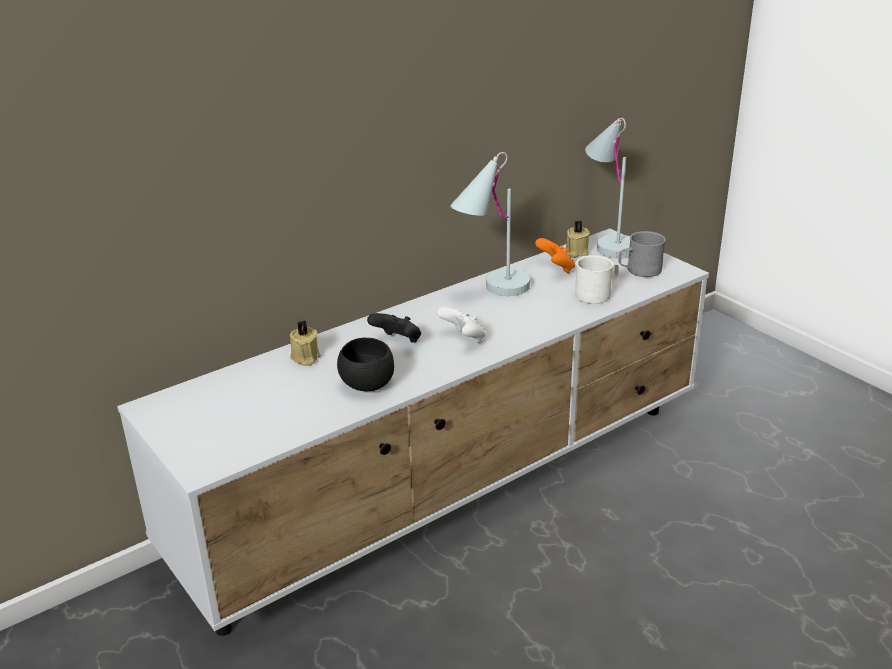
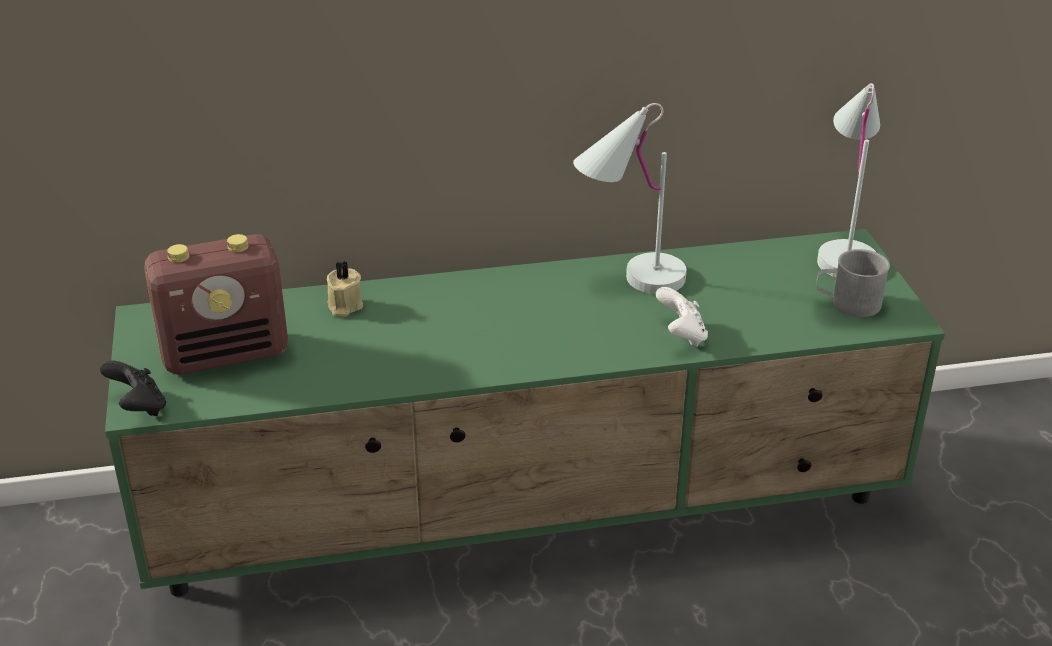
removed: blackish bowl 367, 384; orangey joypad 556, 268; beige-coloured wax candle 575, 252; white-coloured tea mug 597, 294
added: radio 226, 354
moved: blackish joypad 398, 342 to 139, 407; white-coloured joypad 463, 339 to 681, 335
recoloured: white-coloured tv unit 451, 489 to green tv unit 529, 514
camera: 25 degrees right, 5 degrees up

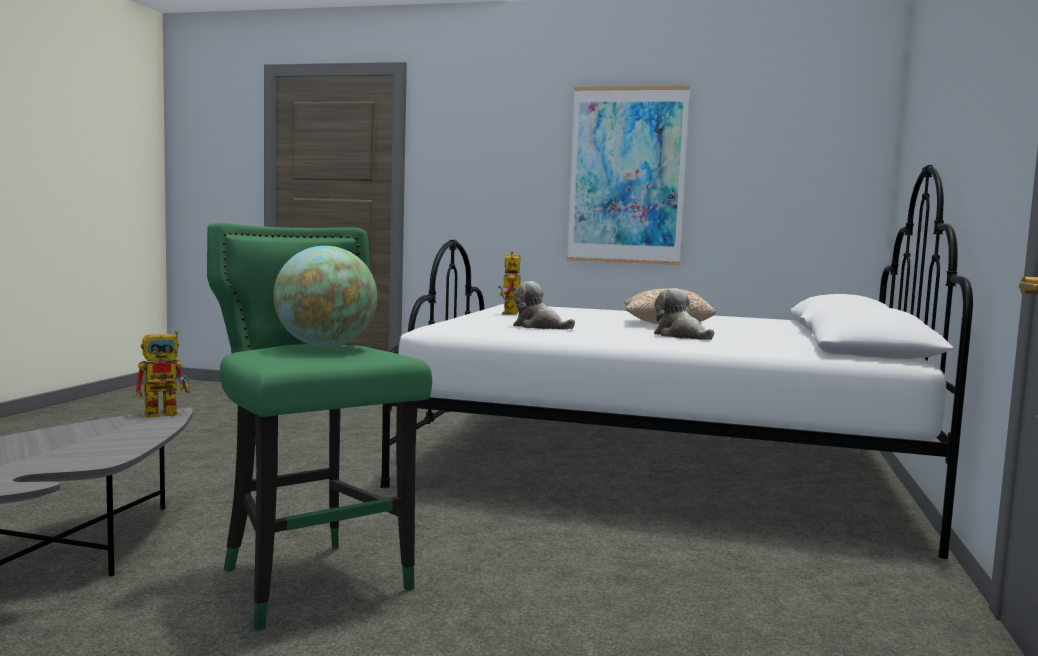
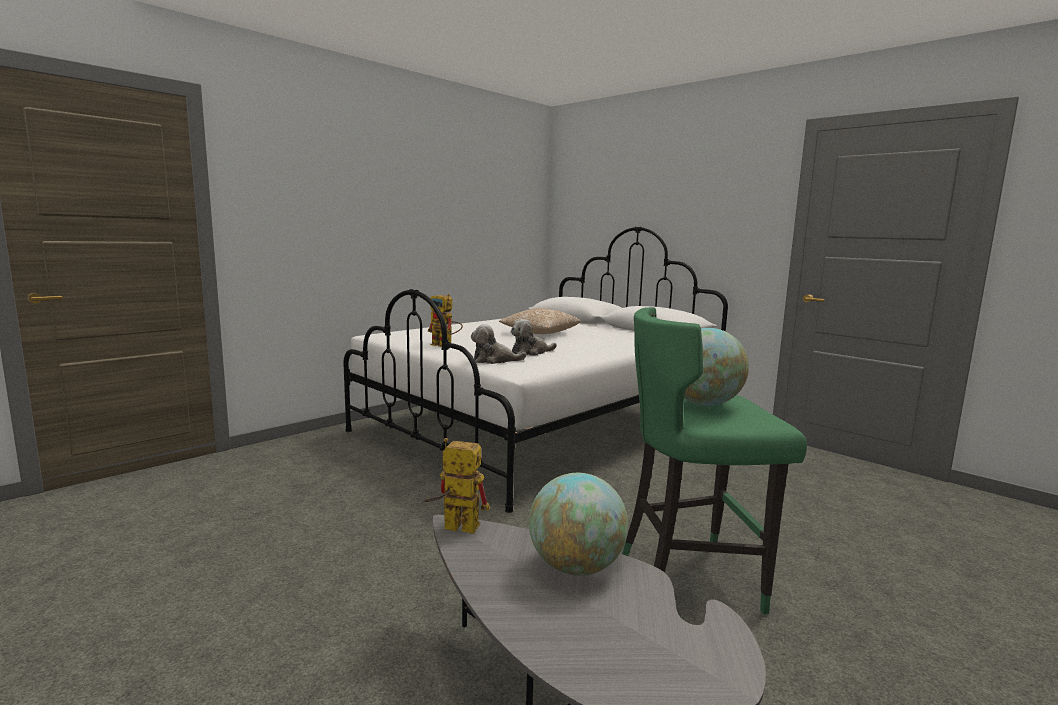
removed: picture 627, 175
added: desk globe 576, 567
moved: plush toy 681, 336 to 494, 360
turned: robot figure 168, 413 = 453, 527 75 degrees counterclockwise
camera: 60 degrees left, 5 degrees up

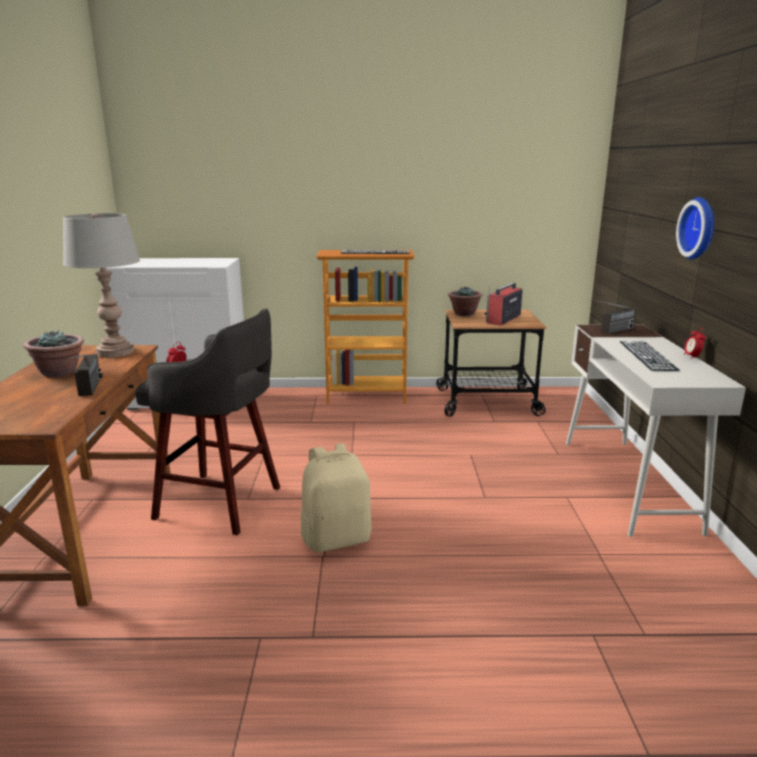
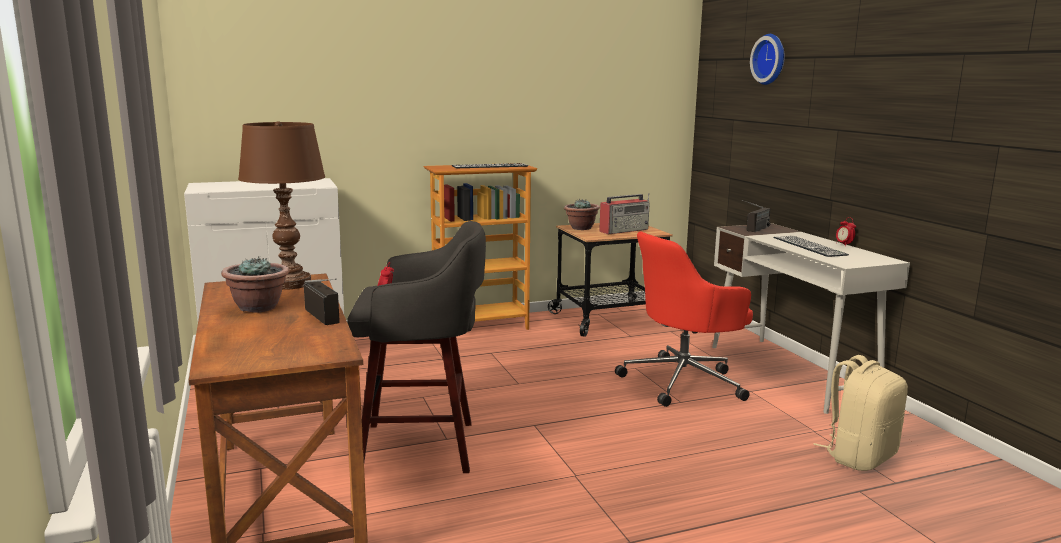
added: red computer chair 684, 381
moved: beige-coloured knapsack 336, 538 to 859, 457; clock on the wall 700, 228 to 771, 59
recoloured: grey table lamp 115, 352 to brownish table lamp 290, 284
turned: radio 503, 319 = 624, 230 135 degrees counterclockwise
camera: 20 degrees left, 5 degrees down

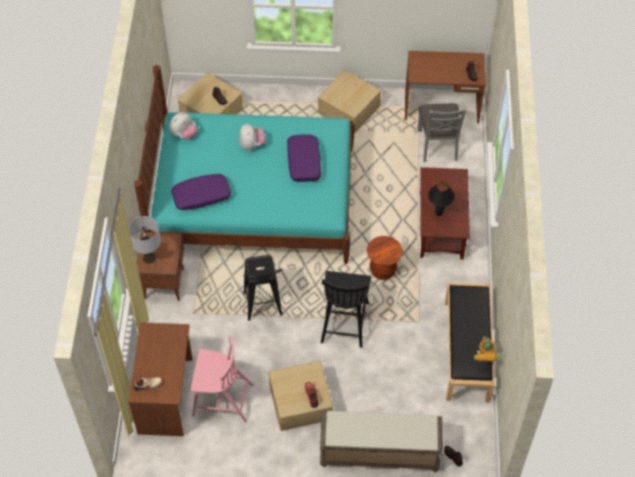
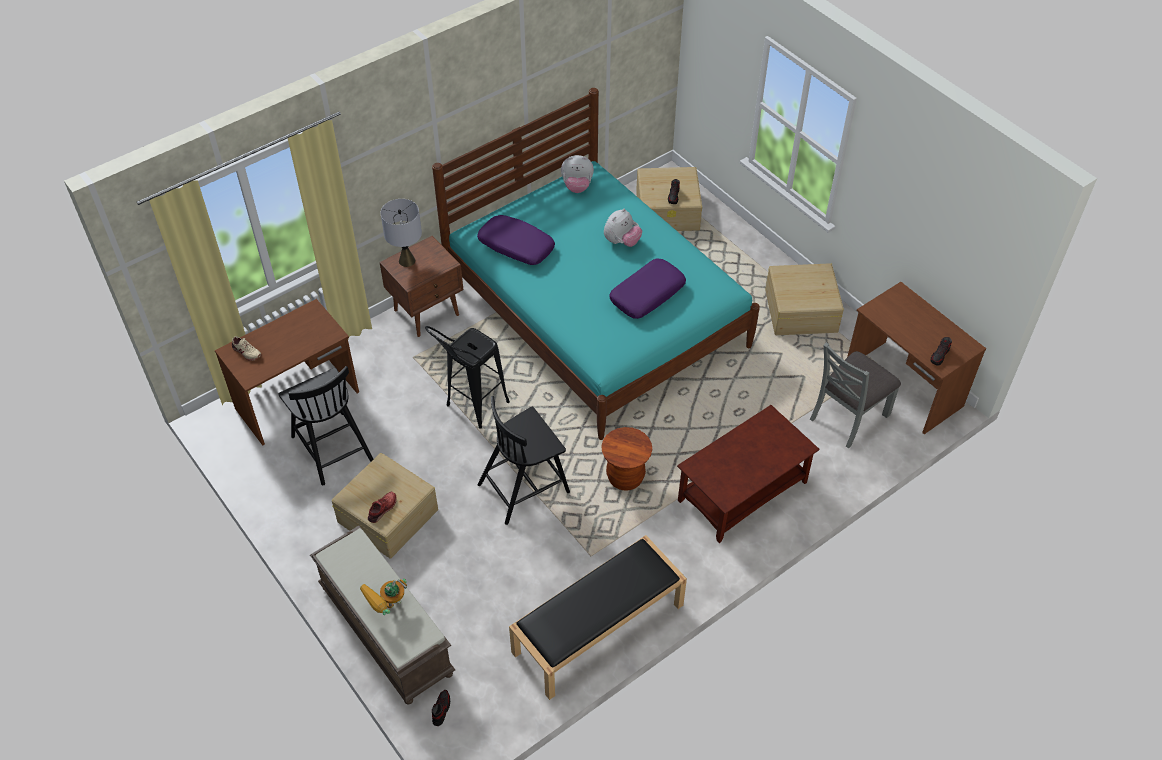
removed: blackish table lamp 438, 213
moved: robot figure 484, 360 to 388, 609
recoloured: pinkish plain chair 221, 399 to blackish plain chair 331, 447
camera: 50 degrees right, 5 degrees down

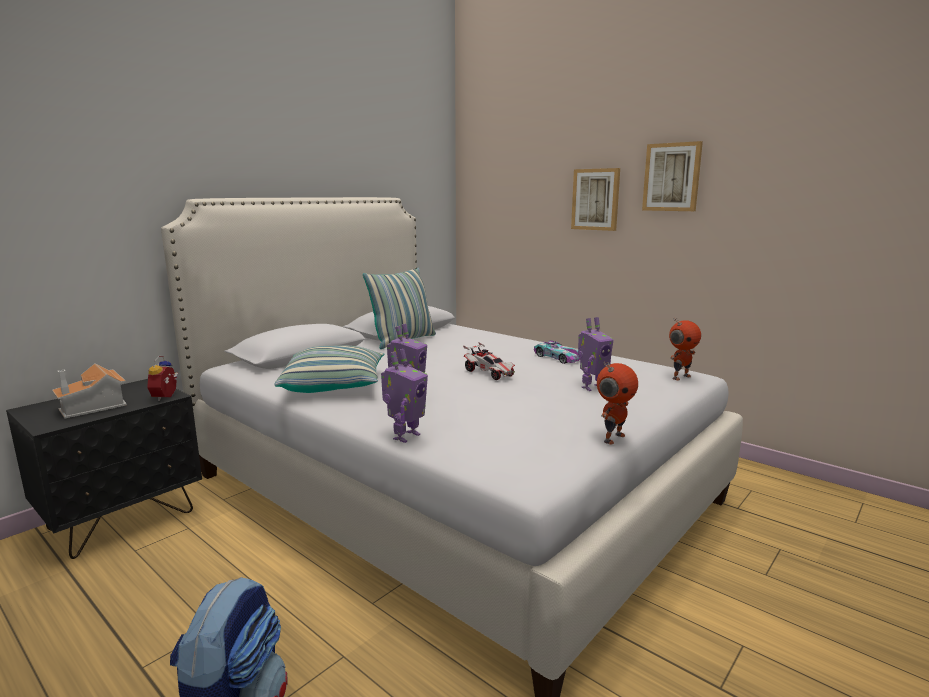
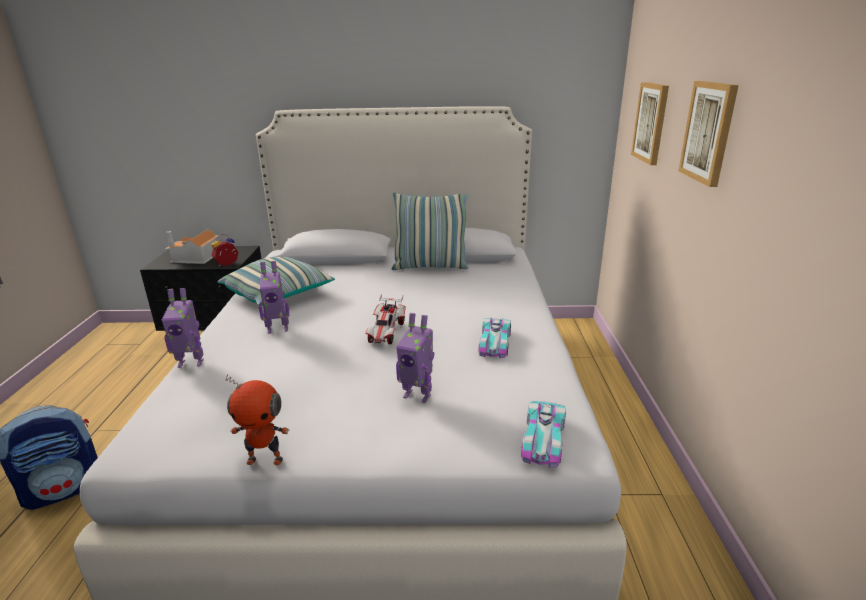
moved: picture 672, 177 to 651, 122
replaced: robot figure 680, 377 to miniature car 543, 439
camera: 50 degrees right, 10 degrees up

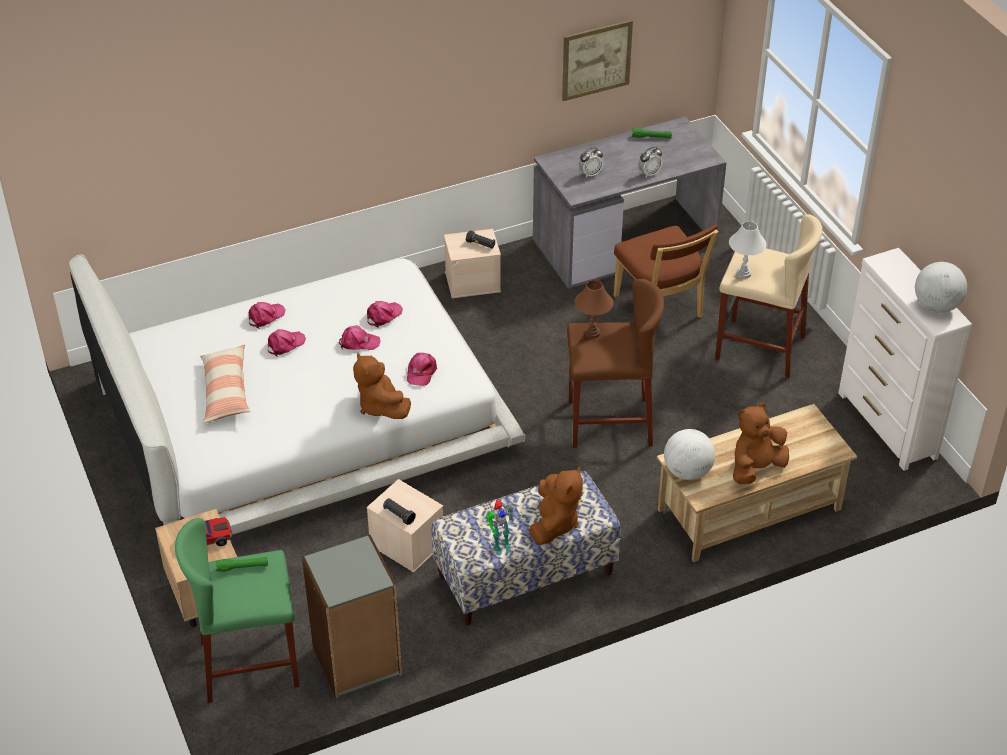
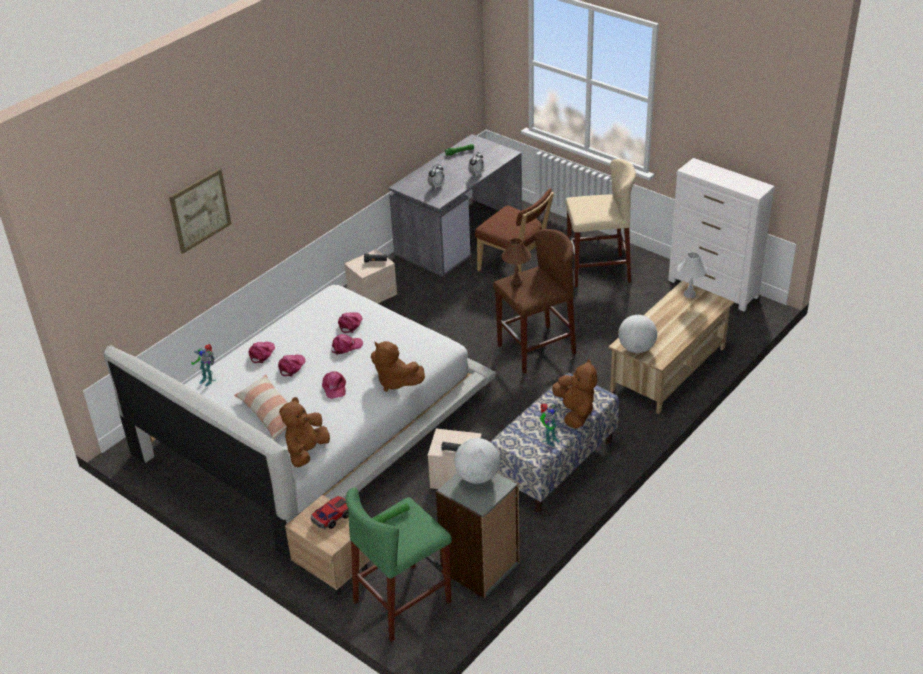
added: robot figure 207, 379
moved: pinkish peaked cap 421, 372 to 334, 387; picture 596, 60 to 200, 210; white-coloured table lamp 743, 274 to 689, 295; brownish plush toy 756, 468 to 306, 451; desk globe 936, 306 to 477, 477
camera: 25 degrees left, 5 degrees down

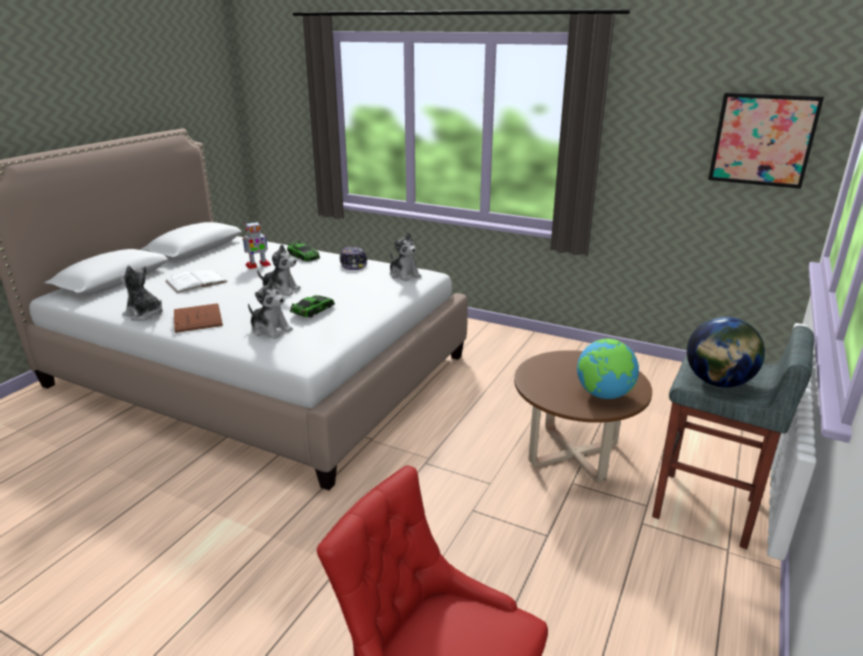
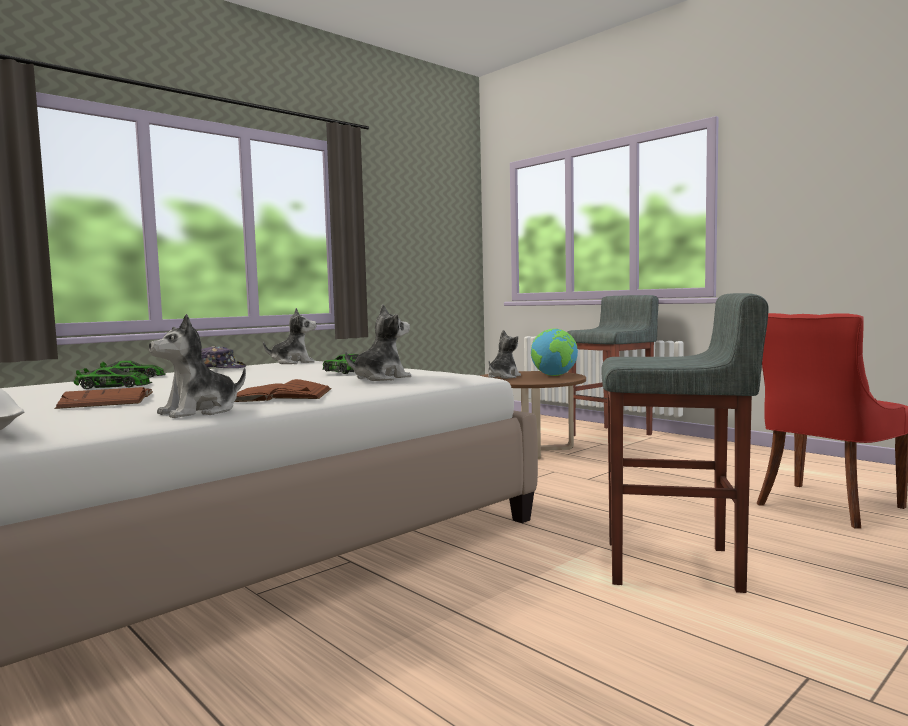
removed: desk globe 718, 382; picture 762, 140
added: grey stool seat 674, 566
moved: plush toy 280, 290 to 503, 377
replaced: robot figure 258, 265 to miniature car 114, 386
recoloured: white-coloured volume 196, 281 to brownish volume 107, 400
camera: 70 degrees left, 20 degrees down

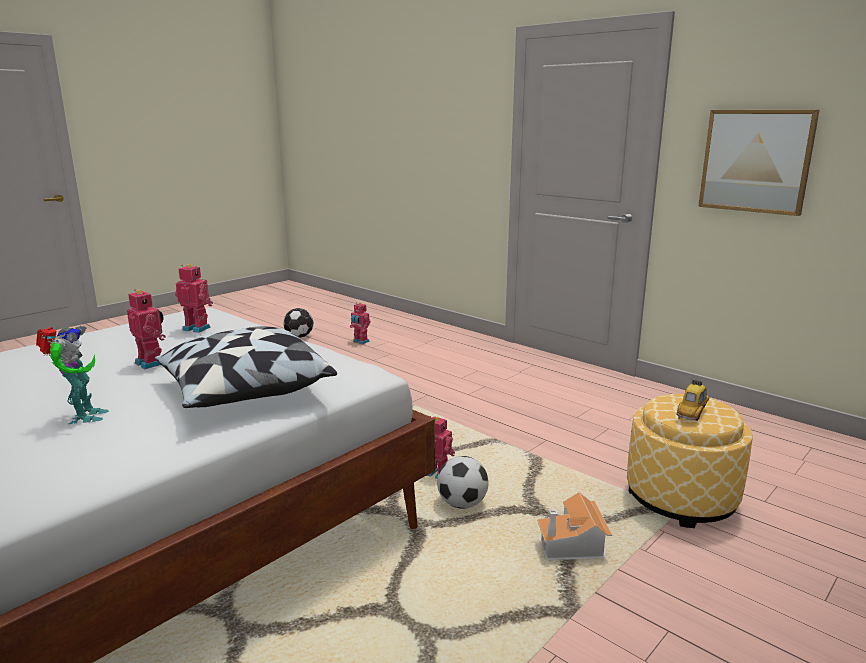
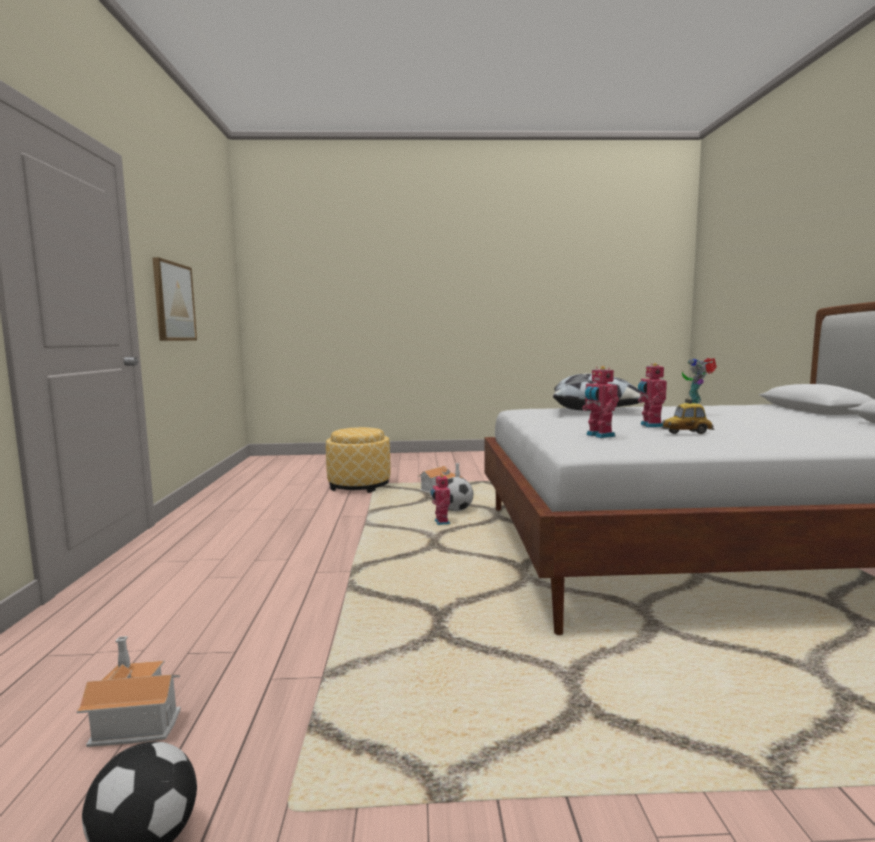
moved: miniature car 692, 413 to 686, 433
replaced: robot figure 360, 342 to toy house 134, 718
camera: 135 degrees left, 10 degrees down

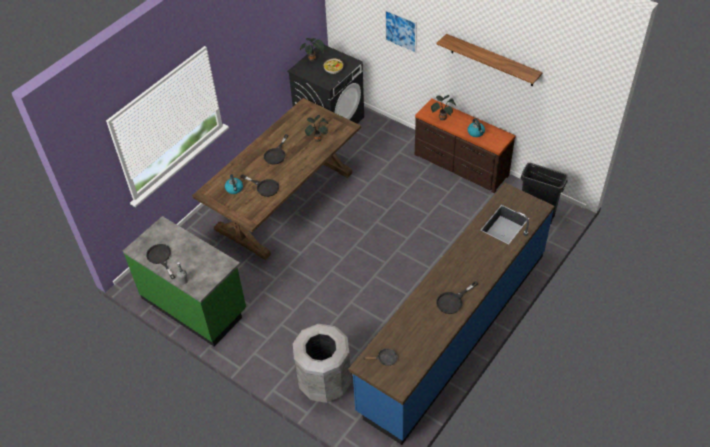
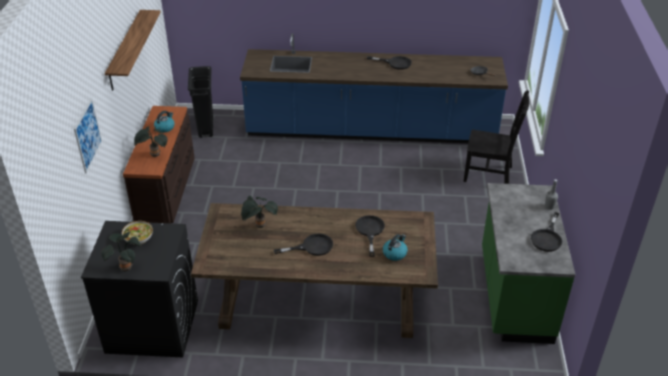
replaced: grey waste bin 324, 382 to blackish plain chair 489, 174
camera: 125 degrees left, 10 degrees down

